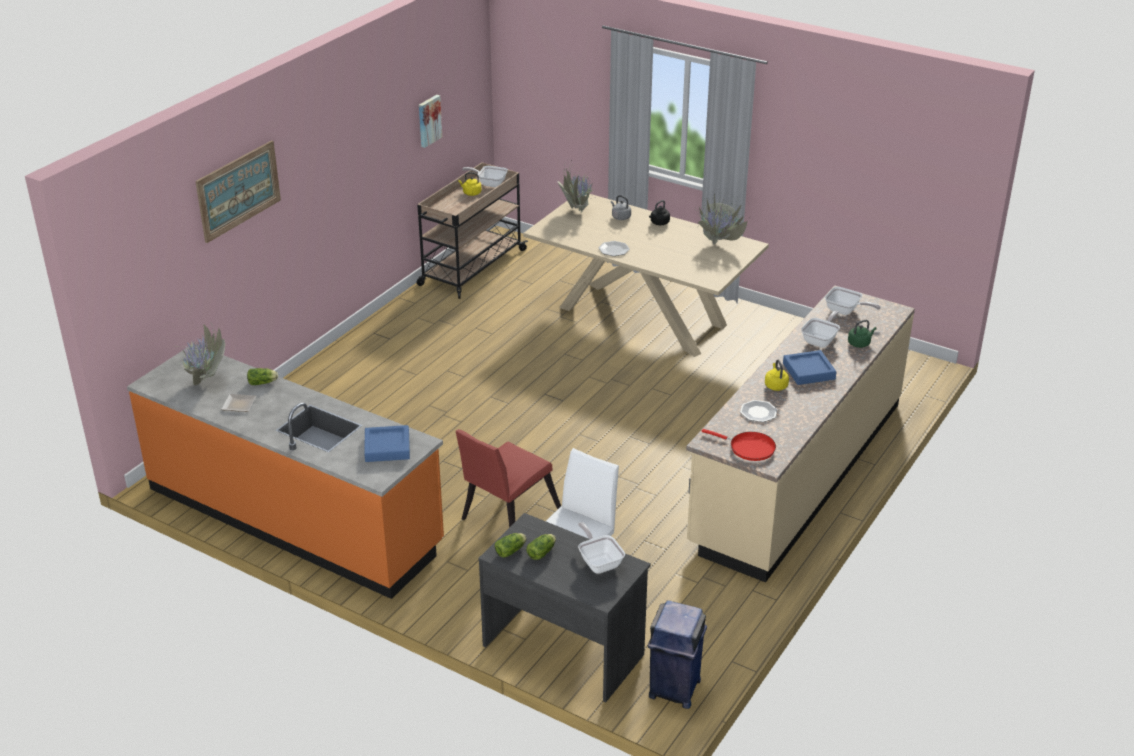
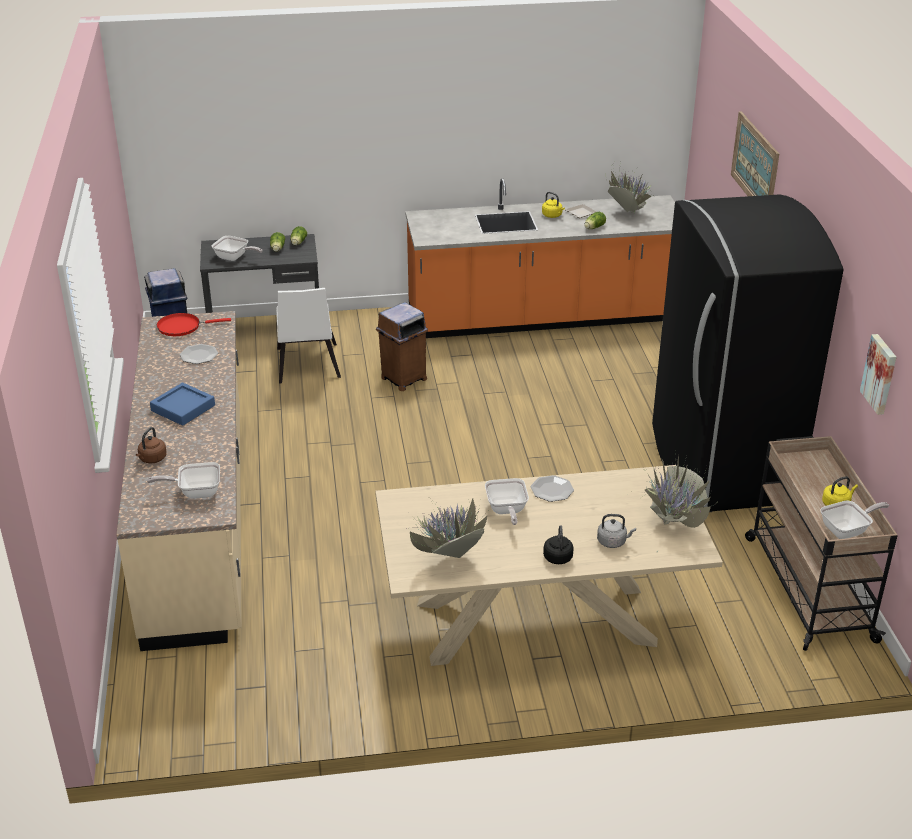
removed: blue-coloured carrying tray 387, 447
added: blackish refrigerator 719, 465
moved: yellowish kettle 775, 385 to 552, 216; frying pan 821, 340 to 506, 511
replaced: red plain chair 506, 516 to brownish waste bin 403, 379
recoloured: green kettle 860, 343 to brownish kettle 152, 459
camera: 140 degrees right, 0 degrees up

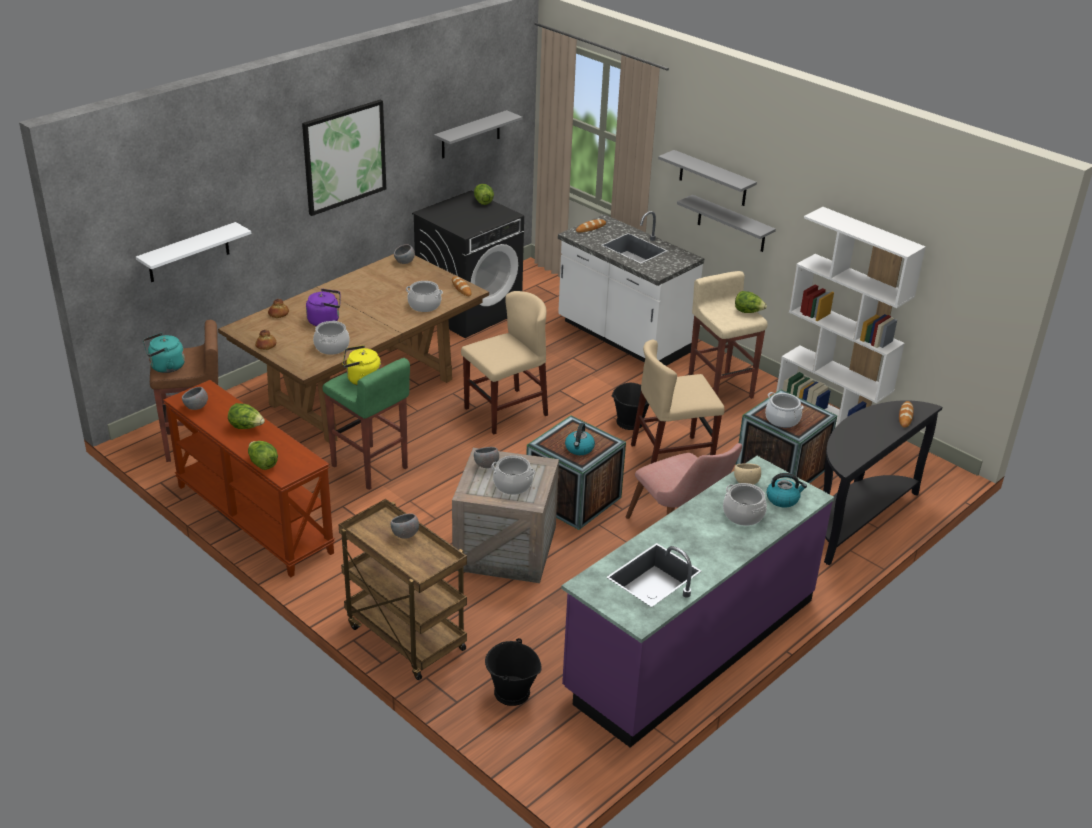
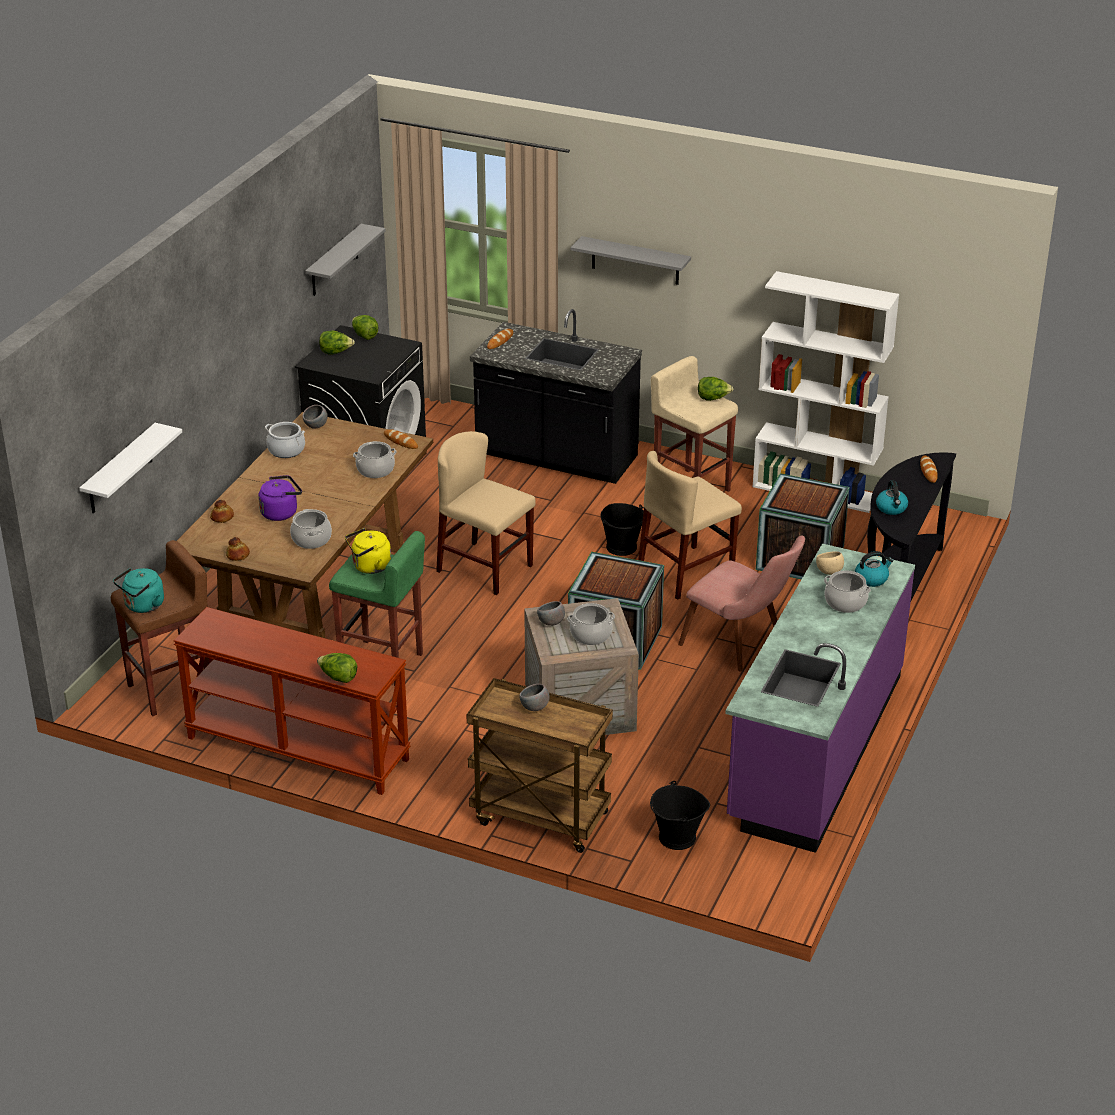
removed: grey bowl 196, 407; picture 344, 156; grey shelf 731, 224
moved: head of lettuce 246, 427 to 336, 352; kettle 579, 449 to 891, 508; cooking pot 782, 420 to 286, 450
recoloured: white-coloured kitchen counter 623, 338 to blackish kitchen counter 556, 458
turned: beige-coloured plain chair 505, 411 = 485, 568 90 degrees counterclockwise
camera: 20 degrees left, 0 degrees up

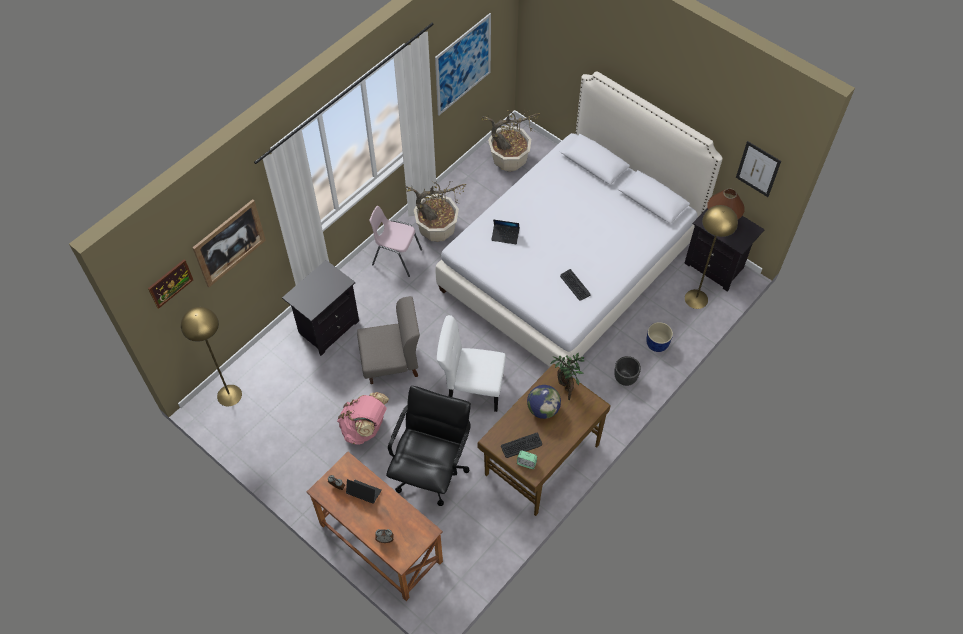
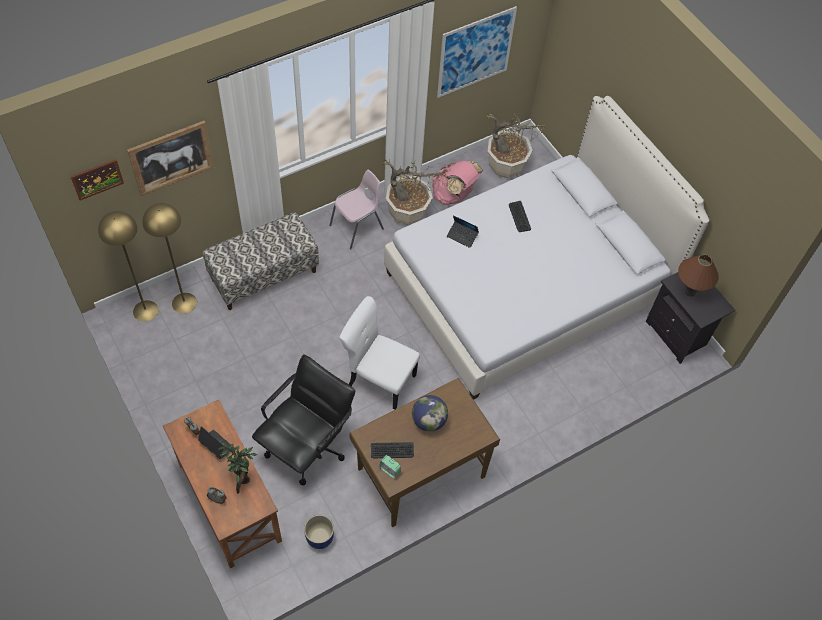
removed: grey plain chair 391, 362; blackish plant pot 625, 378; picture 758, 169
moved: pinkish knapsack 365, 428 to 453, 195; plant in a pot 566, 387 to 242, 478; keyboard 575, 285 to 519, 217; blue-coloured plant pot 657, 344 to 320, 538; yellowish standing lamp 696, 299 to 184, 303
replaced: blackish nightstand 327, 327 to indoor bench 264, 275
turned: pinkish plain chair 396, 257 = 357, 227 105 degrees clockwise
camera: 15 degrees right, 0 degrees up

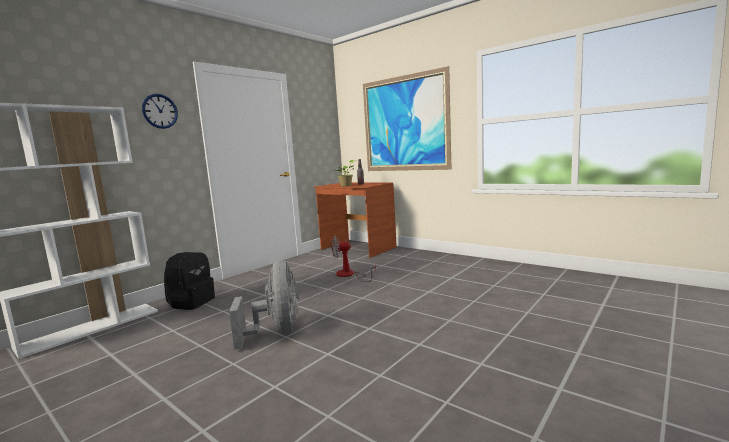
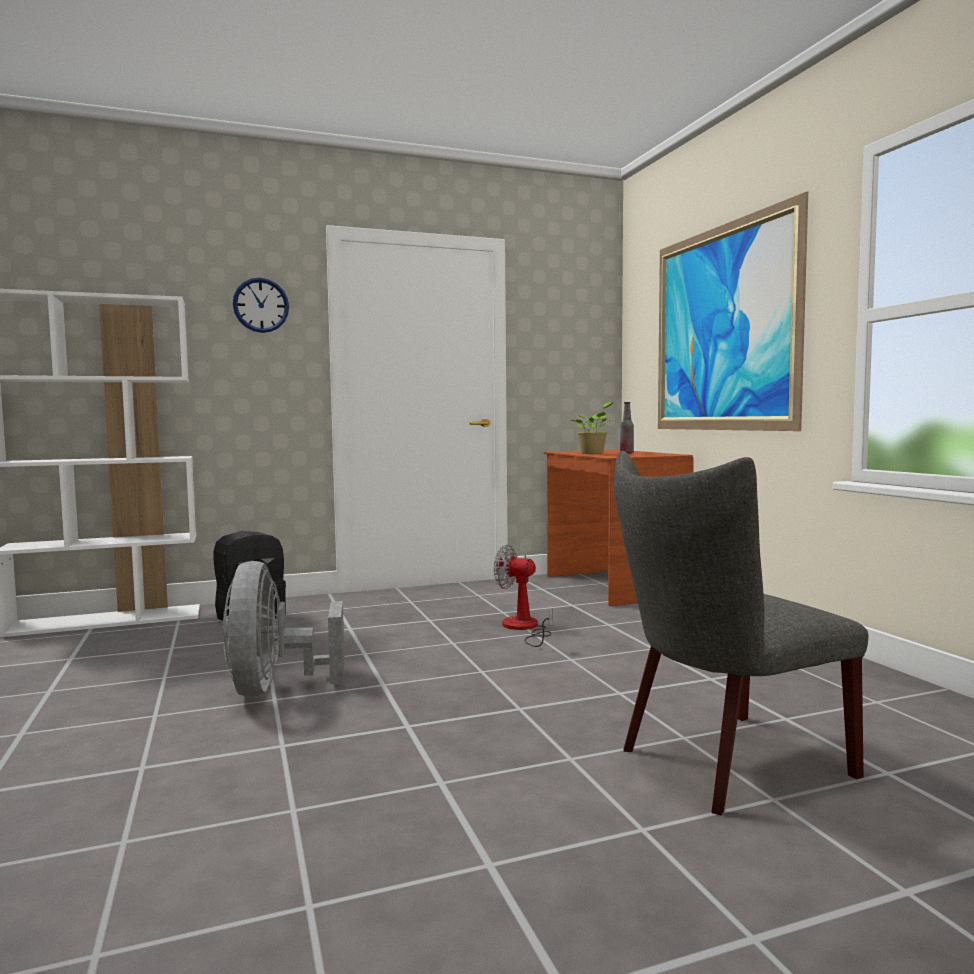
added: grey plain chair 723, 764
turned: grey cooling fan 277, 332 = 274, 689 150 degrees clockwise
camera: 30 degrees right, 5 degrees down

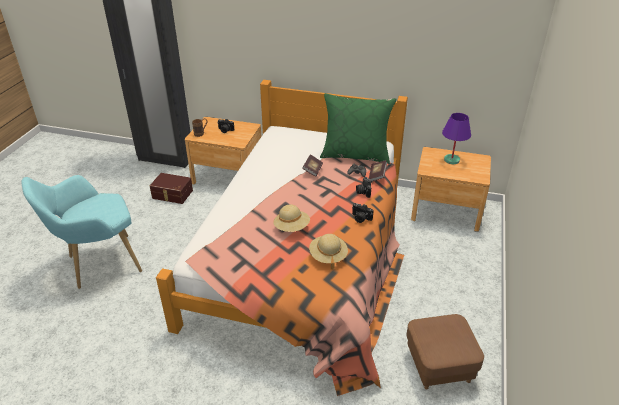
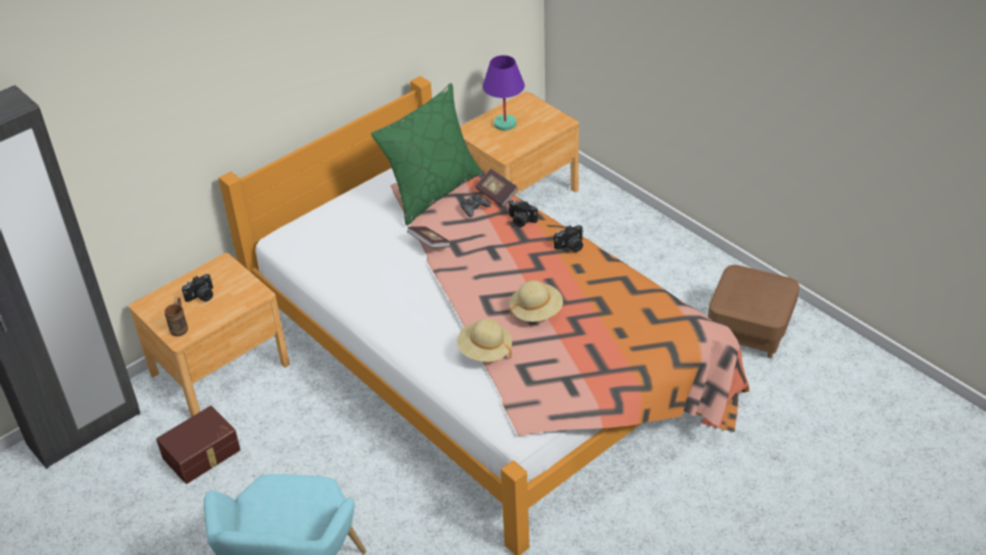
moved: beige-coloured hat 328, 256 to 485, 351
camera: 55 degrees left, 5 degrees up

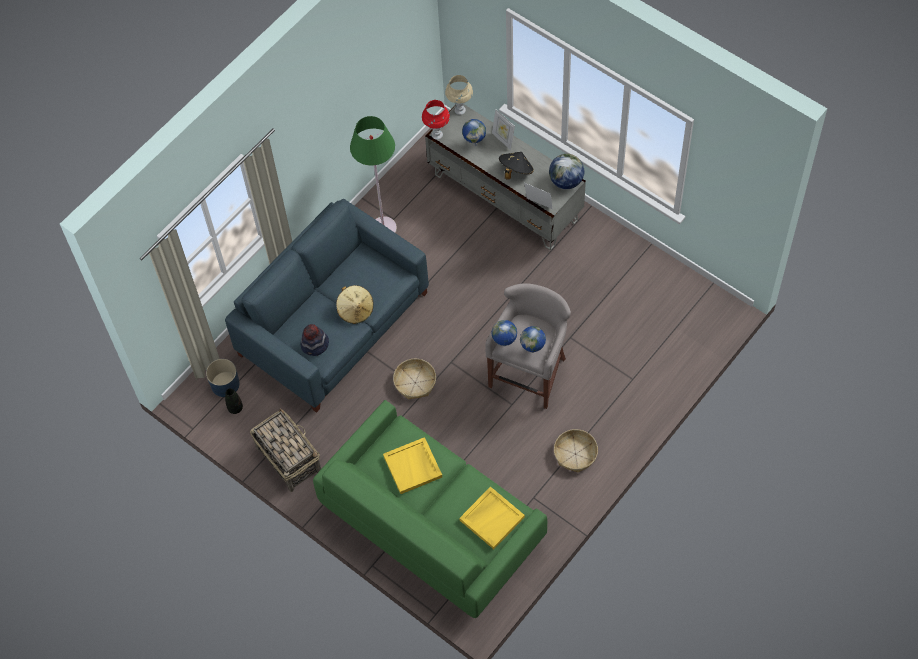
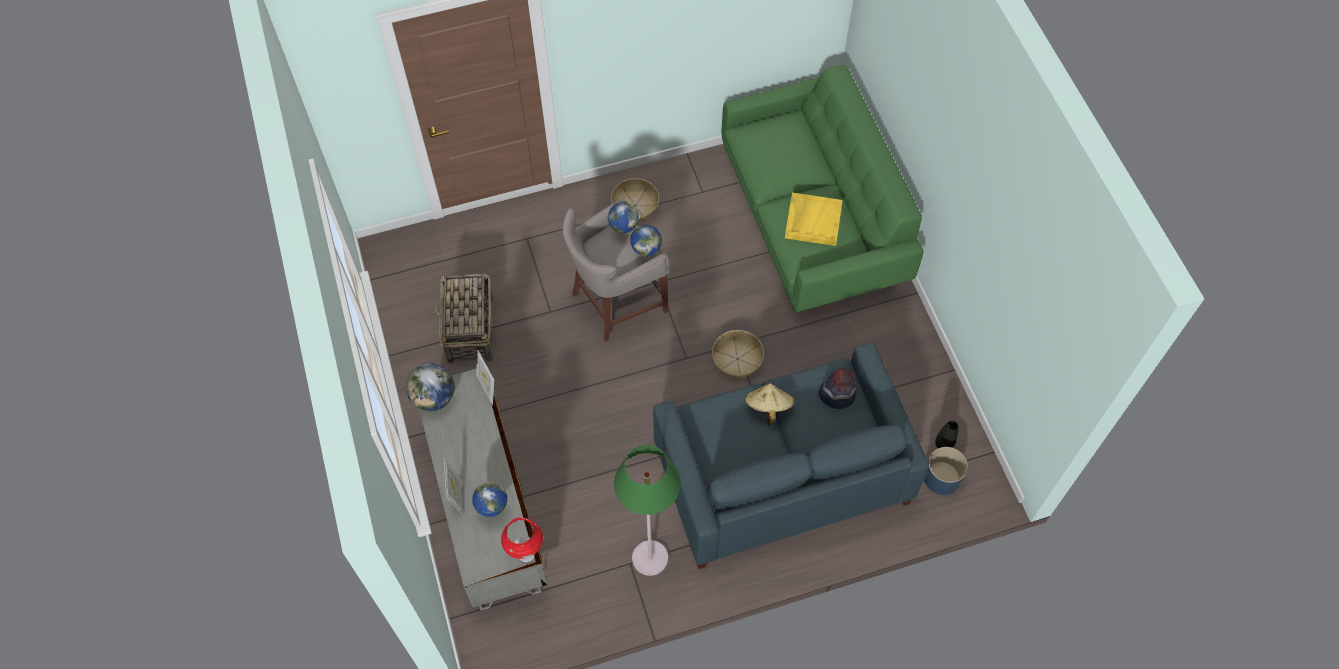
removed: beige-coloured table lamp 460, 110; yellowish carrying tray 492, 518; blackish hat 515, 170
moved: basket 288, 458 to 470, 331
camera: 150 degrees left, 0 degrees up

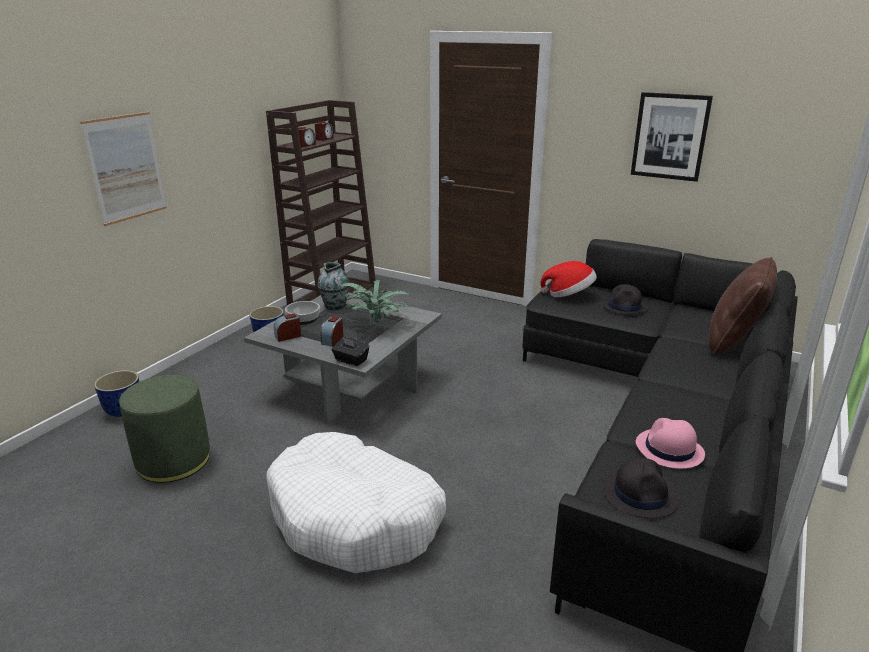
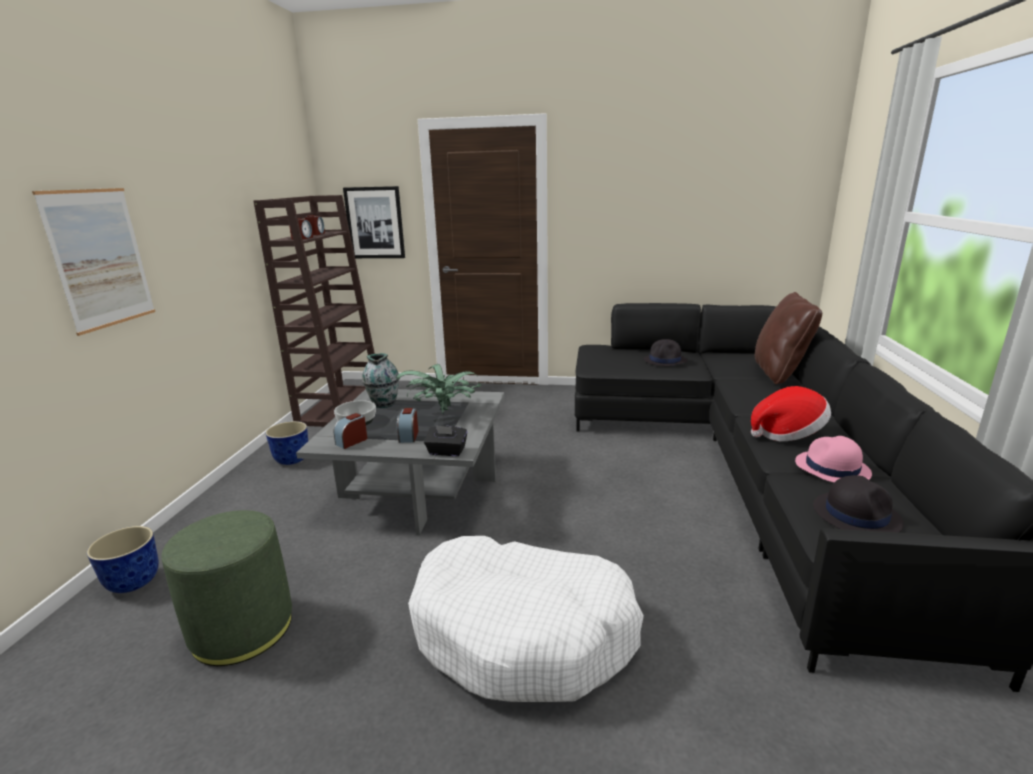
moved: hat 569, 295 to 788, 434; picture 670, 136 to 375, 223
camera: 20 degrees left, 5 degrees down

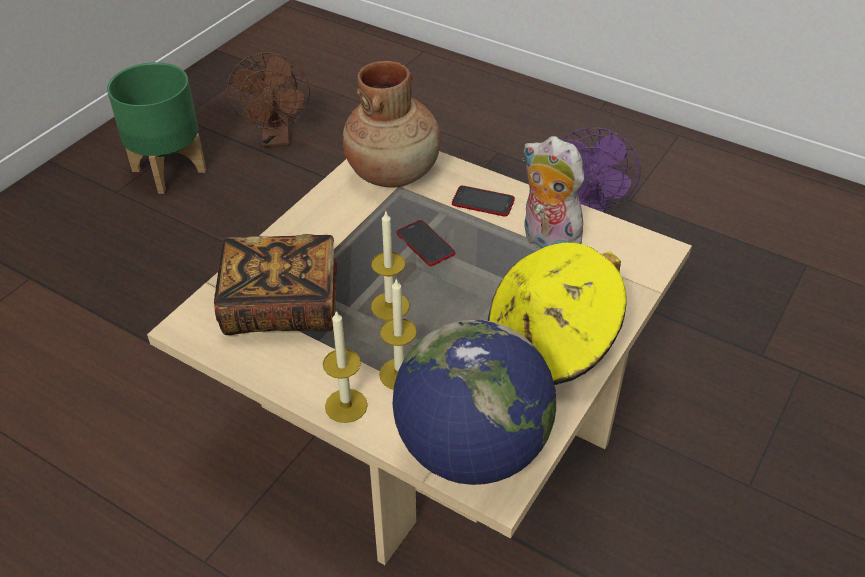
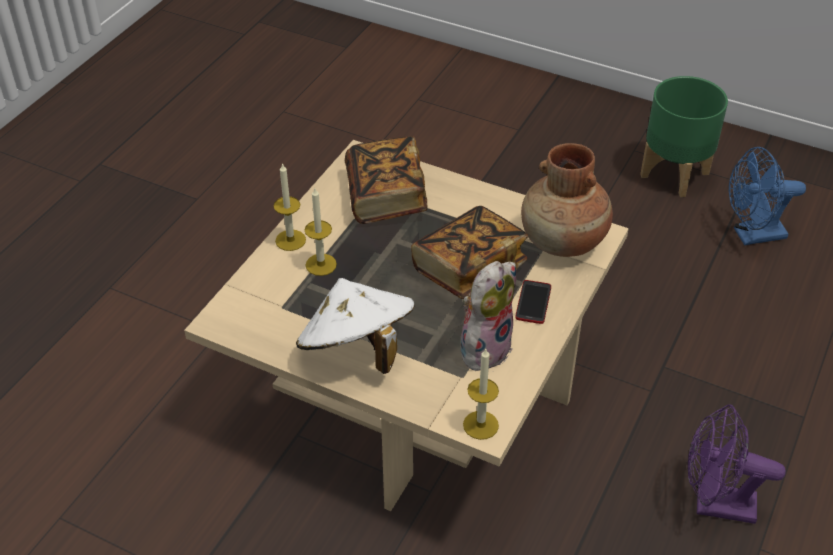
removed: desk globe 471, 449
moved: wax candle 390, 306 to 480, 425
replaced: phone 425, 244 to volume 468, 268
recoloured: brownish cooling fan 276, 138 to blue-coloured cooling fan 752, 235; yellowish hat 551, 344 to white-coloured hat 357, 350
camera: 85 degrees right, 0 degrees up

